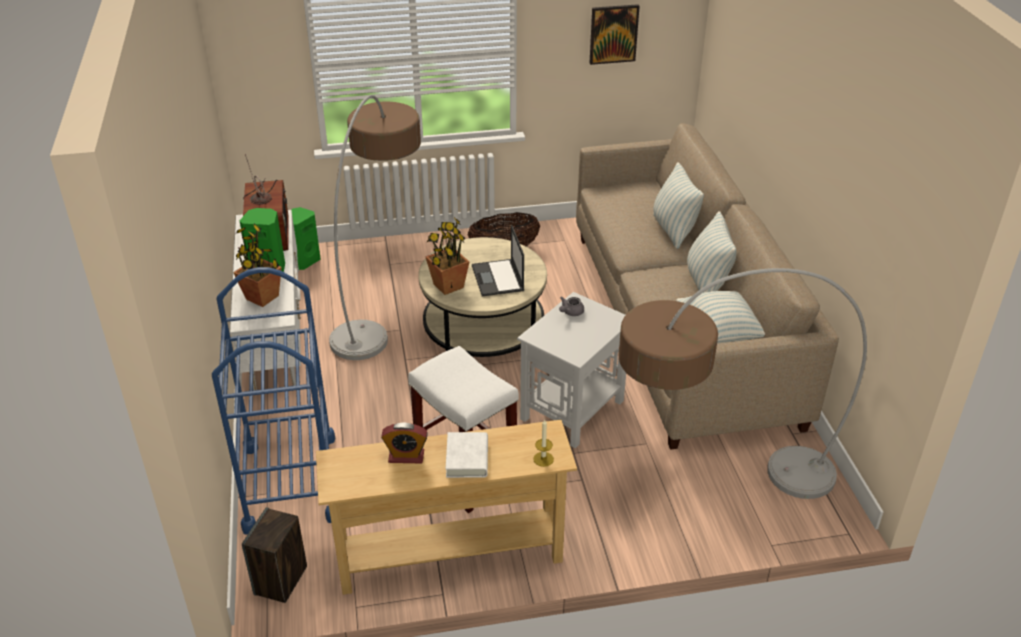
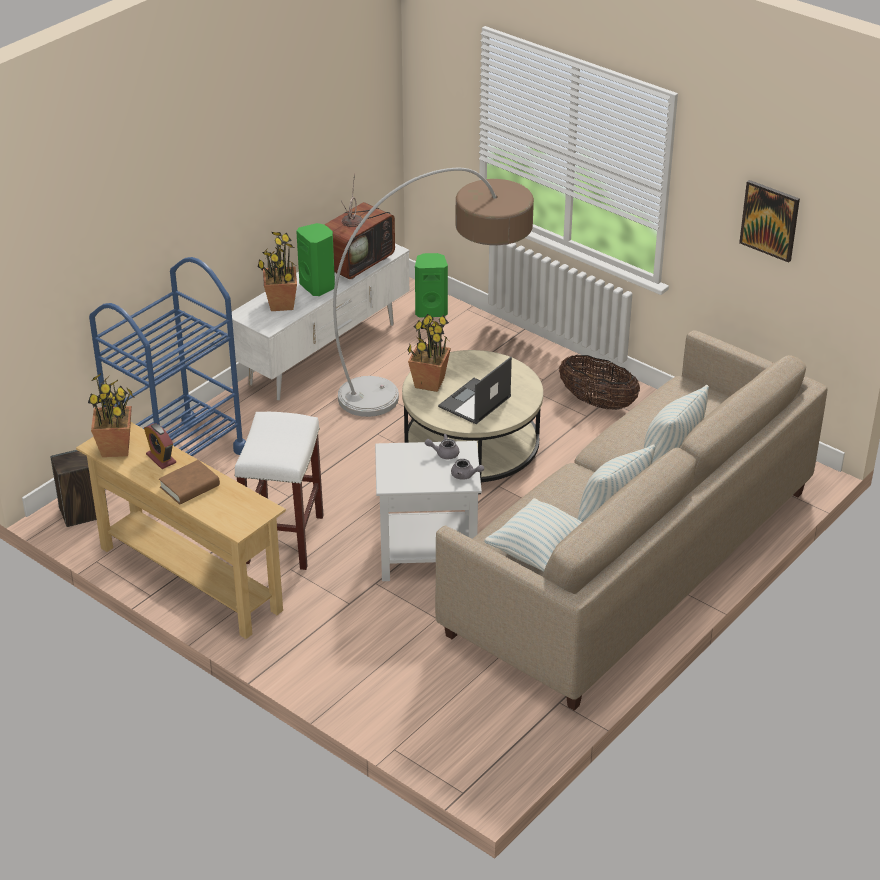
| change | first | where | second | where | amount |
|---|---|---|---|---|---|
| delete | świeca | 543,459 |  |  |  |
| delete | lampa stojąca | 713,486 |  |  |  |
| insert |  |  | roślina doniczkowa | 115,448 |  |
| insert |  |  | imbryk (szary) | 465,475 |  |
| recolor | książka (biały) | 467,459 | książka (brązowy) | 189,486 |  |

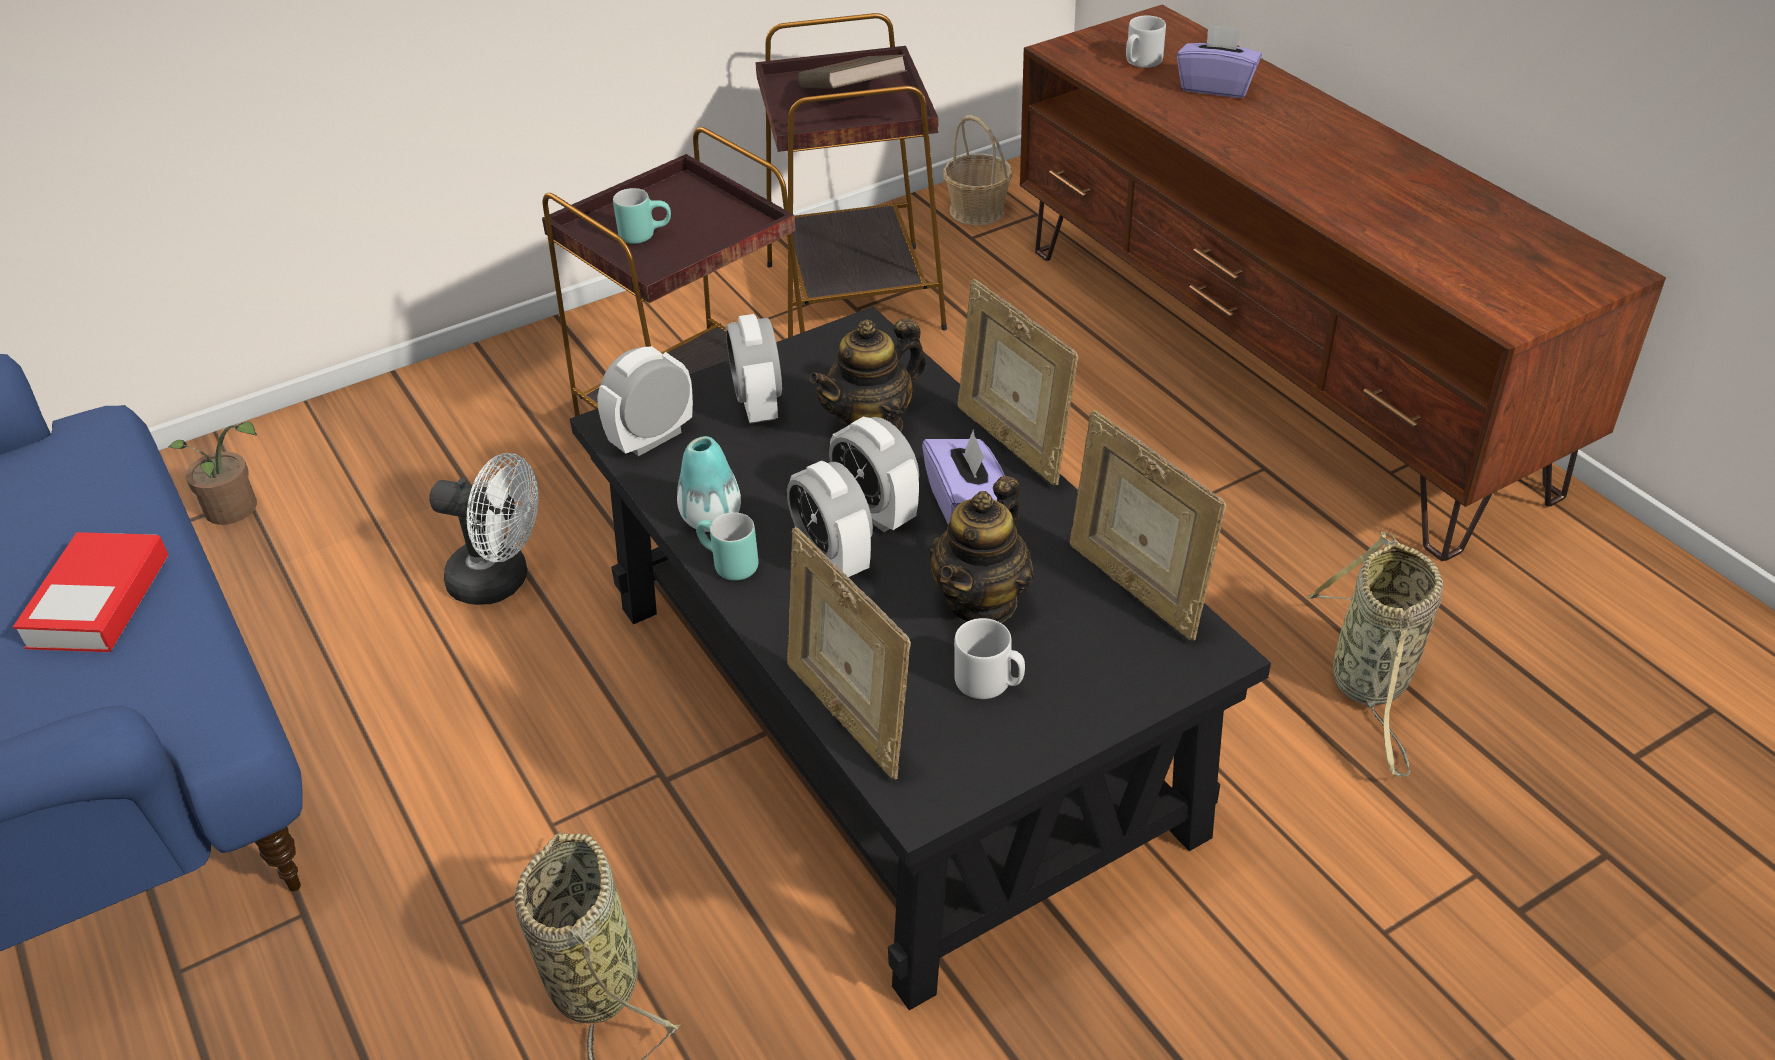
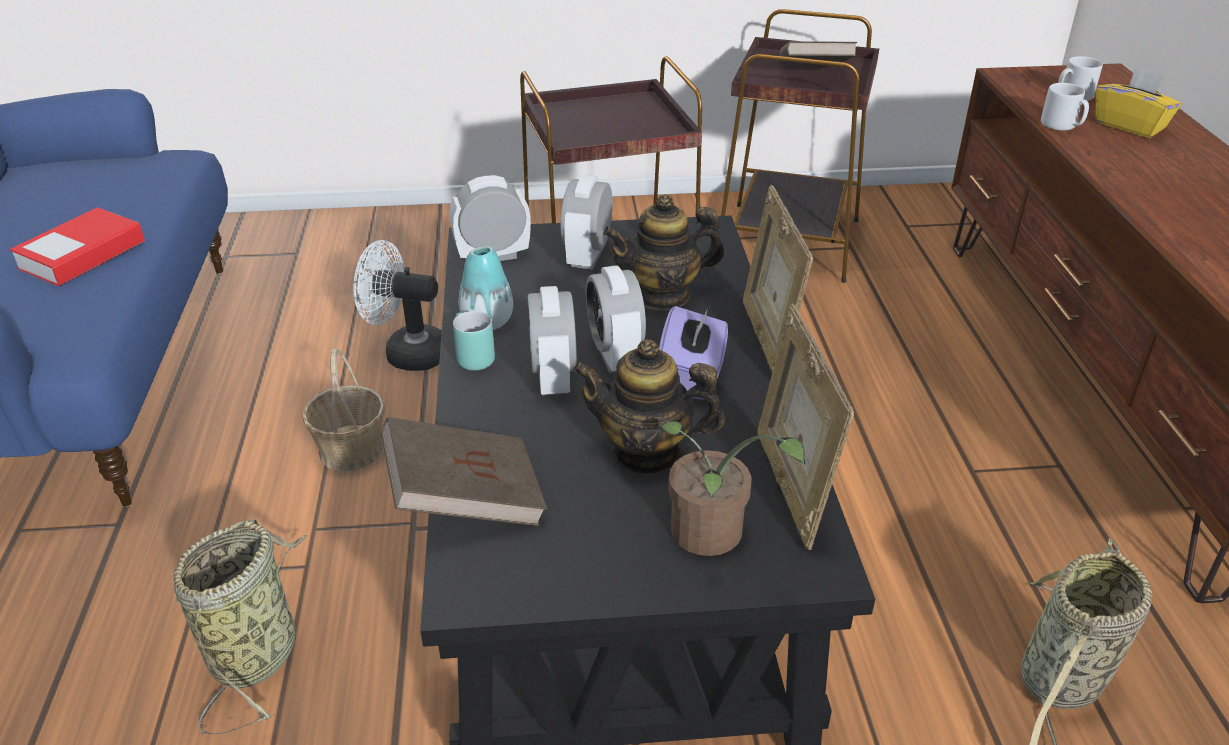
| change | first | where | second | where | amount |
|---|---|---|---|---|---|
| delete | kubek (turkusowy) | 645,234 |  |  |  |
| move | roślina doniczkowa | 235,511 |  | 711,537 |  |
| move | koszyk | 977,211 |  | 350,450 |  |
| move | kubek (szary) | 989,682 |  | 1061,125 |  |
| replace | ramka na zdjęcie | 848,715 | książka (brązowy) | 465,499 |  |
| recolor | pudełko chusteczek (fioletowy) | 1216,87 | pudełko chusteczek (żółty) | 1130,126 |  |
| rotate | wentylator (biały) | 501,581 |  | 407,353 | 150 degrees clockwise |
| rotate | imbryk | 982,602 |  | 646,452 | 45 degrees clockwise |

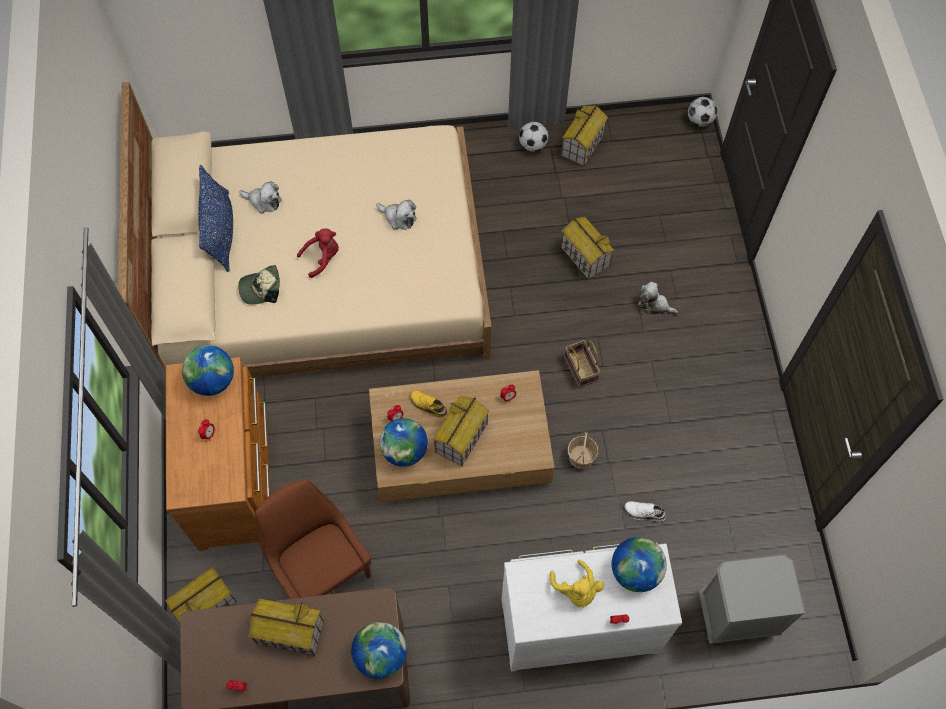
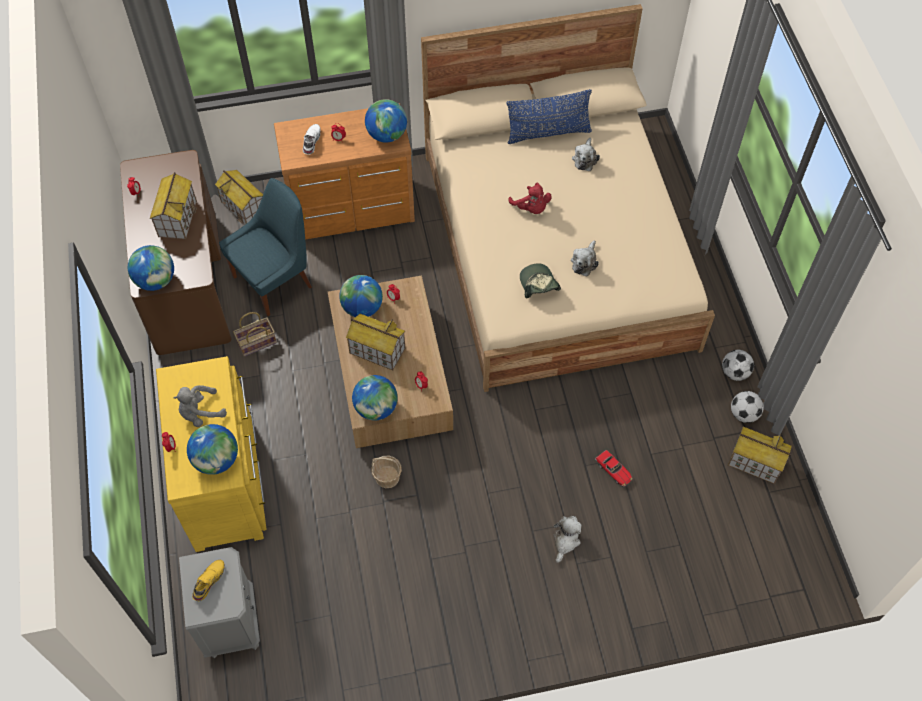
| change | first | where | second | where | amount |
|---|---|---|---|---|---|
| insert |  |  | globus | 376,408 |  |
| move | czapka z daszkiem | 261,288 |  | 538,284 |  |
| move | but (żółty) | 428,406 |  | 208,581 |  |
| move | koszyk | 582,369 |  | 256,343 |  |
| move | but (biały) | 644,513 |  | 311,141 |  |
| move | piłka futbolowa | 699,120 |  | 734,372 |  |
| replace | domek | 584,256 | samochodzik | 613,470 |  |
| recolor | krzesło (brązowy) | 321,567 | krzesło (niebieski) | 275,280 |  |
| recolor | komoda (biały) | 577,621 | komoda (żółty) | 226,481 |  |
| recolor | pluszak (żółty) | 576,590 | pluszak (szary) | 200,413 |  |

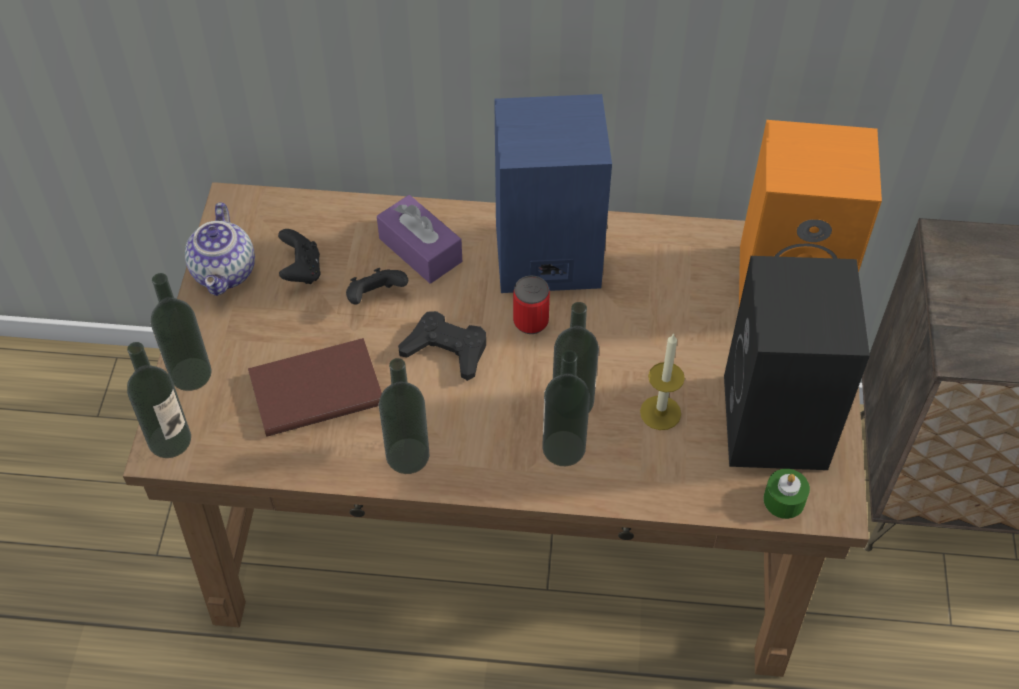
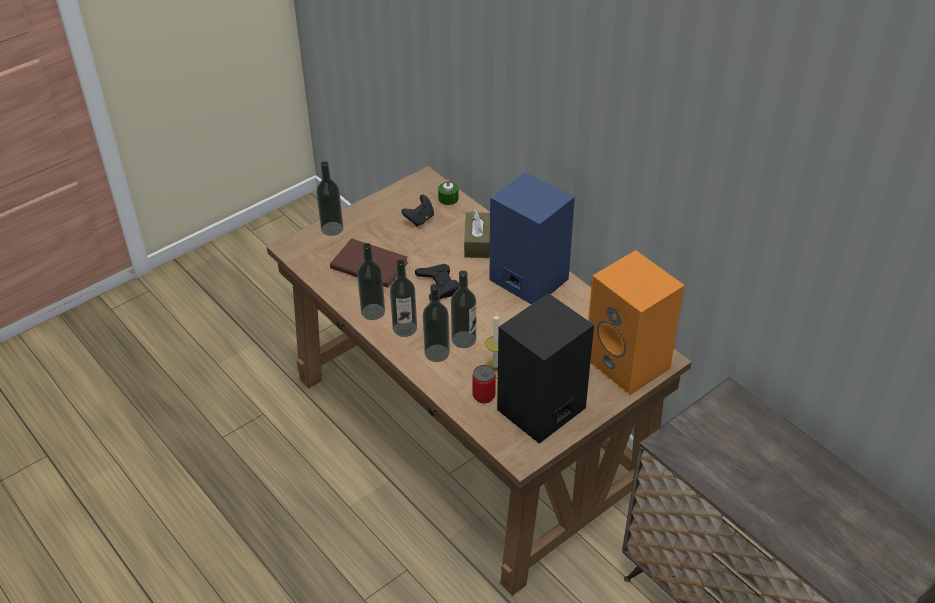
| change | first | where | second | where | amount |
|---|---|---|---|---|---|
| delete | imbryk | 226,273 |  |  |  |
| delete | pad do gier (czarny) | 375,297 |  |  |  |
| move | butelka | 170,440 |  | 404,328 |  |
| move | puszka | 530,321 |  | 483,395 |  |
| move | świeca (zielony) | 784,500 |  | 448,198 |  |
| recolor | pudełko chusteczek (fioletowy) | 420,250 | pudełko chusteczek (brązowy) | 477,242 |  |

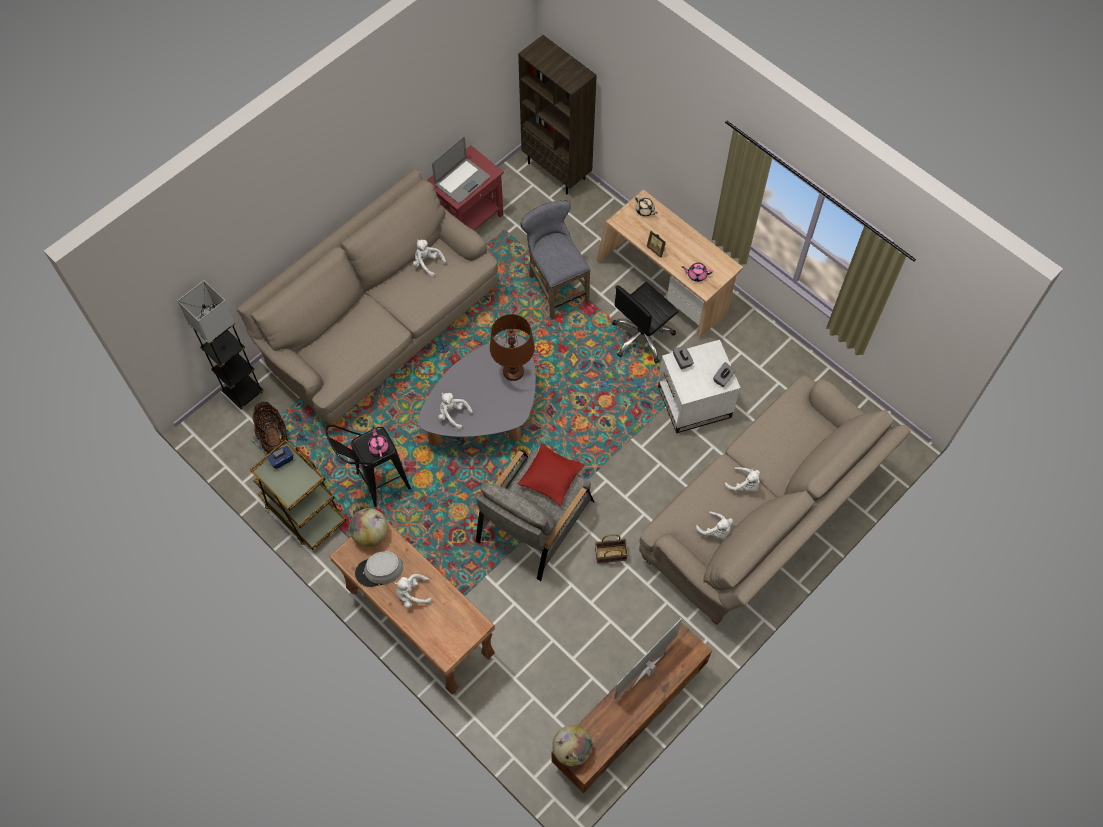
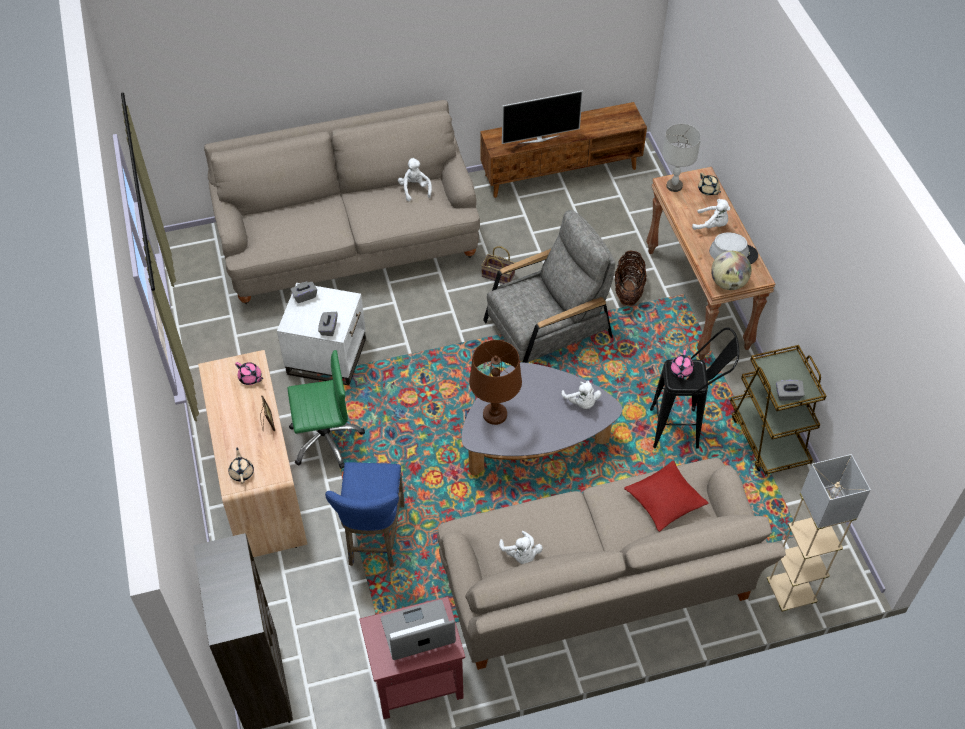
| change | first | where | second | where | amount |
|---|---|---|---|---|---|
| delete | globus | 572,750 |  |  |  |
| delete | pluszak (biały) | 744,485 |  |  |  |
| insert |  |  | lampa stołowa (szary) | 674,186 |  |
| insert |  |  | imbryk (beżowy) | 708,190 |  |
| move | koszyk | 274,437 |  | 628,291 |  |
| move | poduszka (czerwony) | 551,477 |  | 665,500 |  |
| recolor | lampa stojąca (czarny) | 243,392 | lampa stojąca (beżowy) | 790,592 |  |
| recolor | pudełko chusteczek (niebieski) | 281,460 | pudełko chusteczek (szary) | 788,395 |  |
| recolor | stołek (szary) | 555,287 | stołek (niebieski) | 374,538 |  |
| recolor | krzesło biurowe (czarny) | 642,337 | krzesło biurowe (zielony) | 325,439 |  |

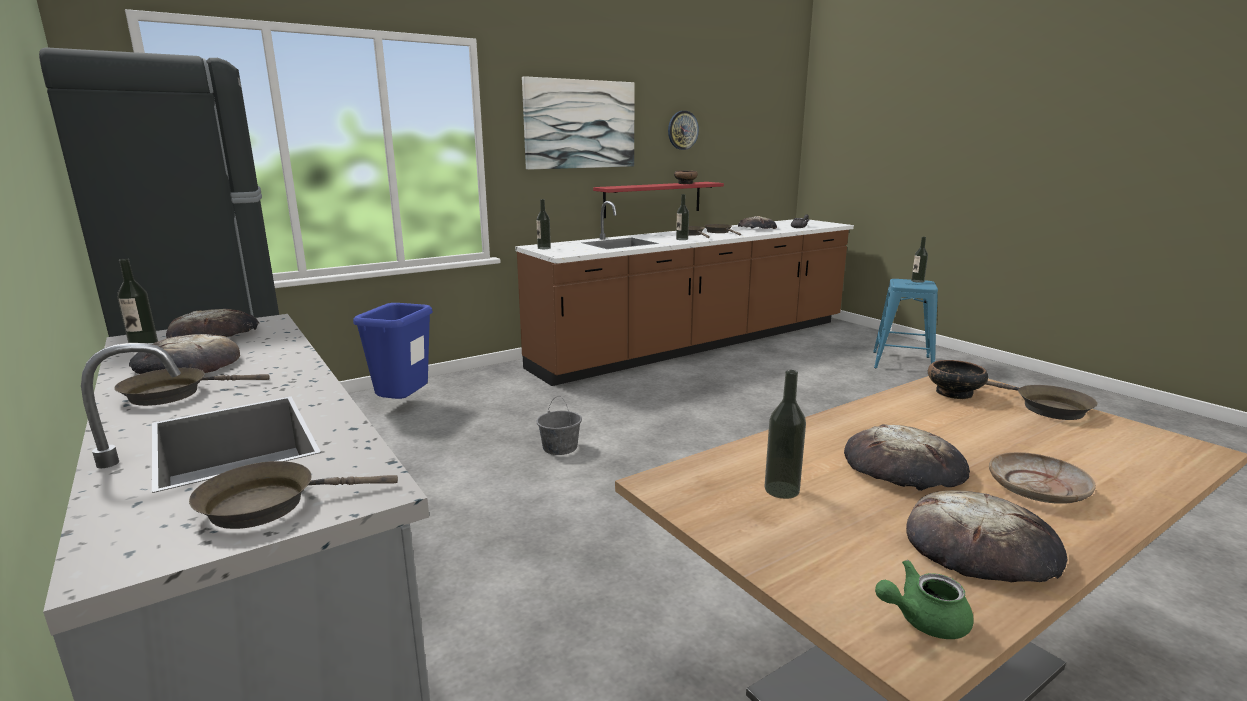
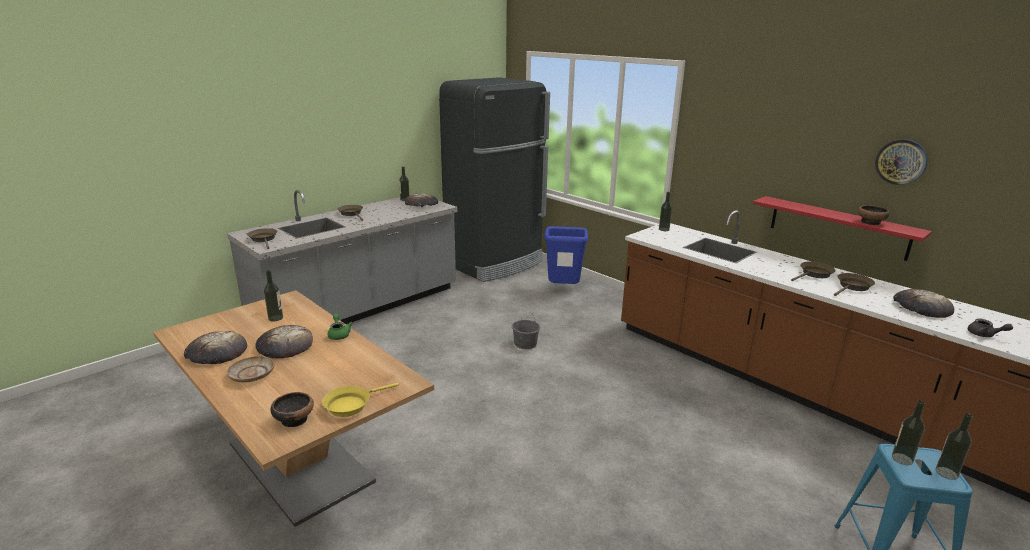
| change | first | where | second | where | amount |
|---|---|---|---|---|---|
| delete | chleb | 188,365 |  |  |  |
| delete | obraz | 580,124 |  |  |  |
| move | butelka | 682,239 |  | 902,459 |  |
| move | imbryk (zielony) | 922,620 |  | 339,334 |  |
| move | miska | 953,393 |  | 294,419 |  |
| recolor | patelnia (brązowy) | 1046,408 | patelnia (żółty) | 351,404 |  |

